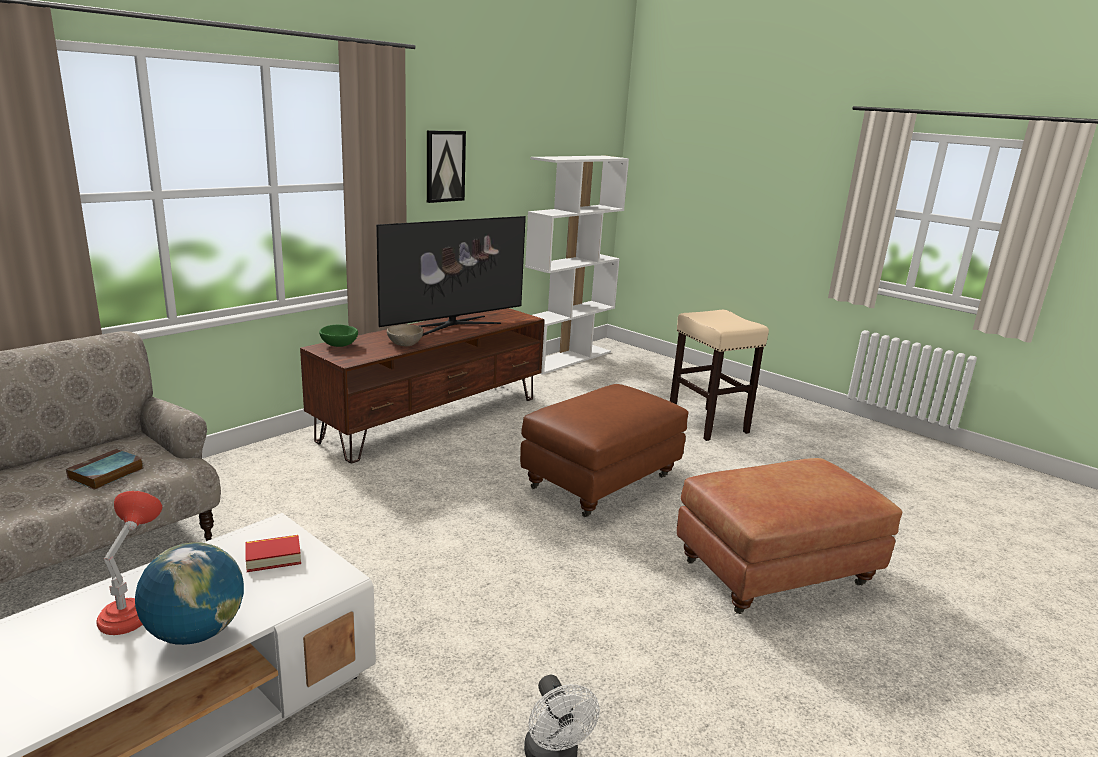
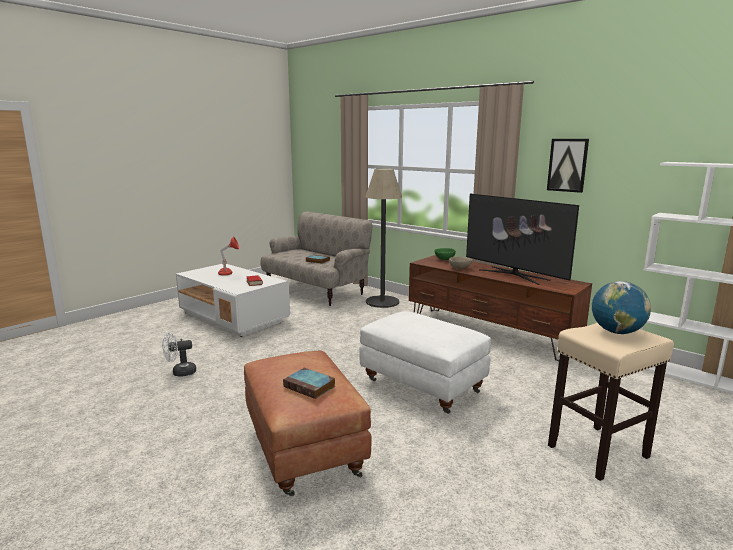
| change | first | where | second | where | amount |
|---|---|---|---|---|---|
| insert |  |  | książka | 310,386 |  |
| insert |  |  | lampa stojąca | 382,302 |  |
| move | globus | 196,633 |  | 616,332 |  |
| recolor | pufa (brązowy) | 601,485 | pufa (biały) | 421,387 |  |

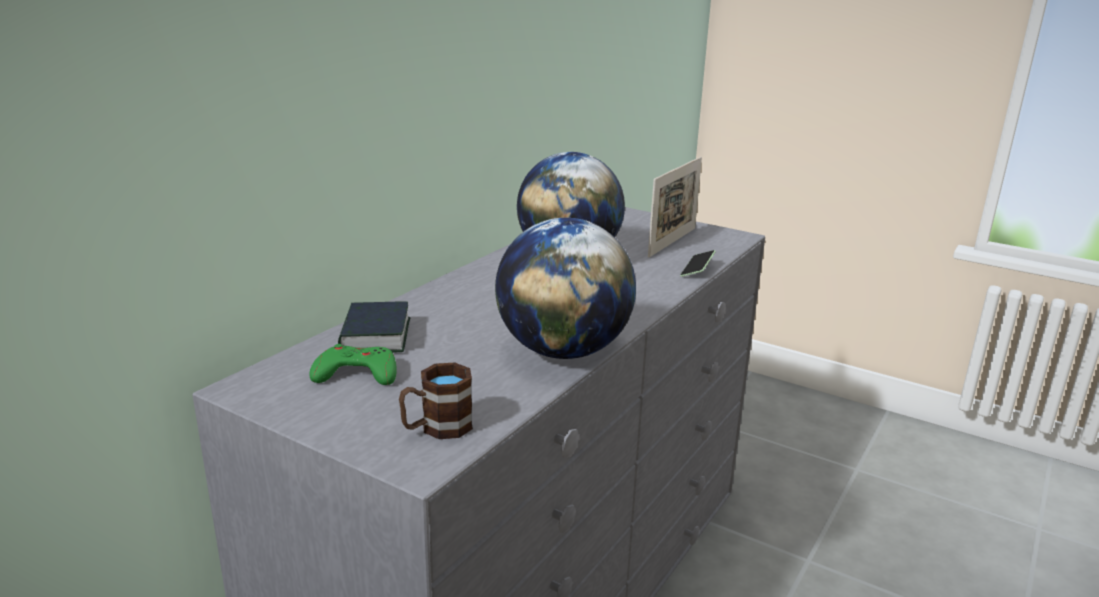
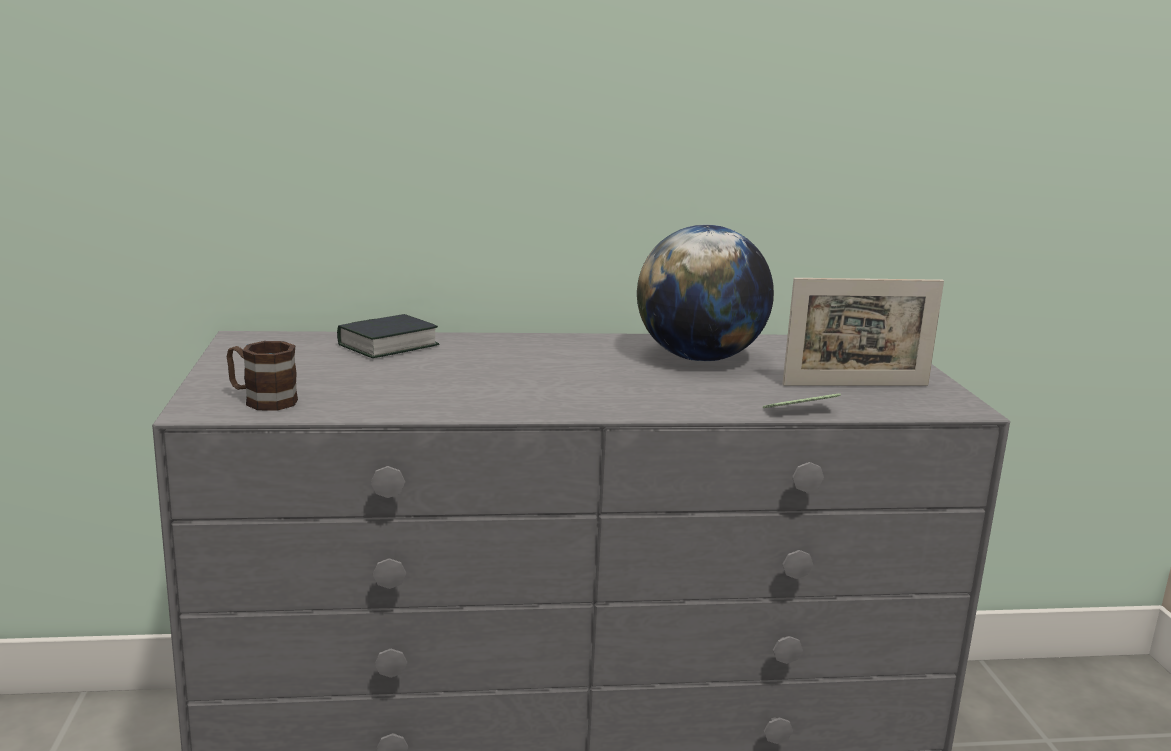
| change | first | where | second | where | amount |
|---|---|---|---|---|---|
| delete | pad do gier (zielony) | 356,373 |  |  |  |
| delete | globus | 563,351 |  |  |  |

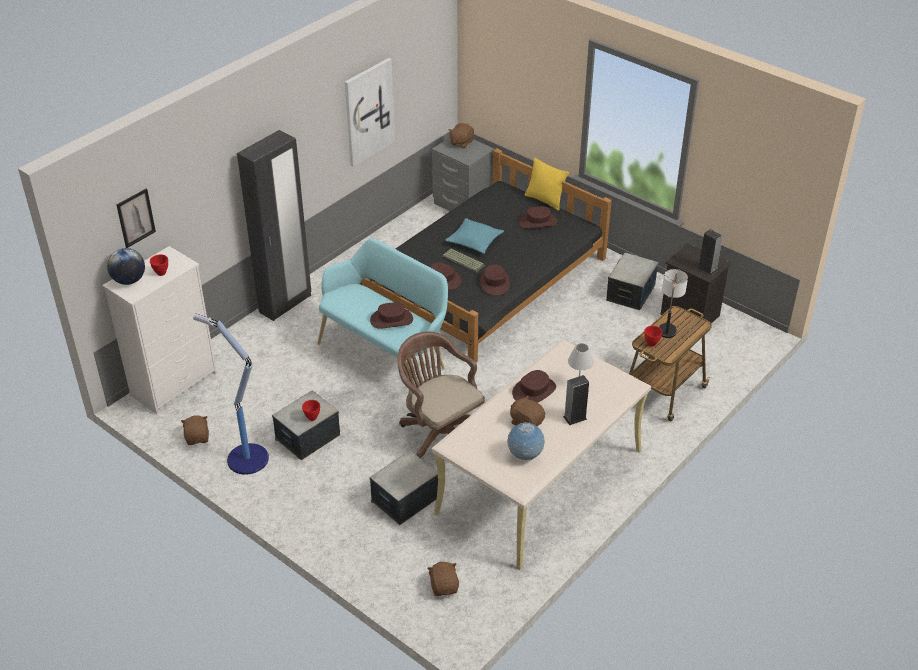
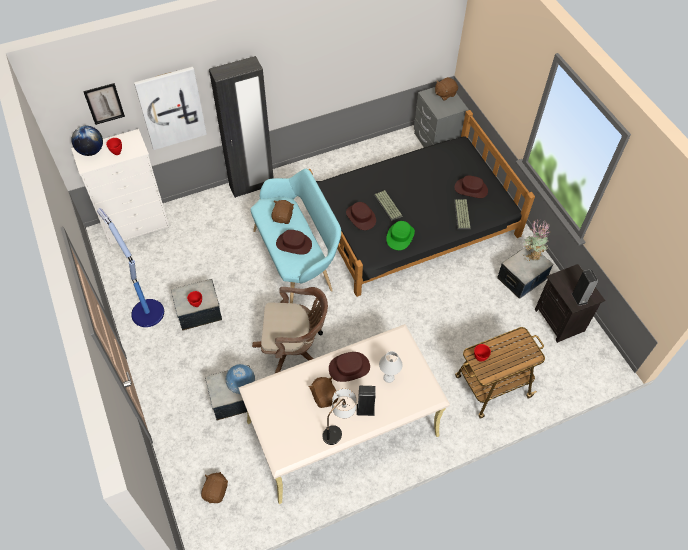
| change | first | where | second | where | amount |
|---|---|---|---|---|---|
| delete | poduszka (turkusowy) | 474,241 |  |  |  |
| delete | poduszka (żółty) | 545,200 |  |  |  |
| insert |  |  | klawiatura | 462,215 |  |
| insert |  |  | roślina doniczkowa | 531,254 |  |
| move | pluszak (brązowy) | 197,438 |  | 283,217 |  |
| move | obraz | 368,111 |  | 171,108 |  |
| move | globus | 525,455 |  | 241,386 |  |
| move | lampa stołowa | 668,325 |  | 338,428 |  |
| recolor | kapelusz (brązowy) | 494,283 | kapelusz (zielony) | 400,236 |  |
| rotate | krzesło biurowe (brązowy) | 439,433 |  | 294,349 | 105 degrees clockwise |

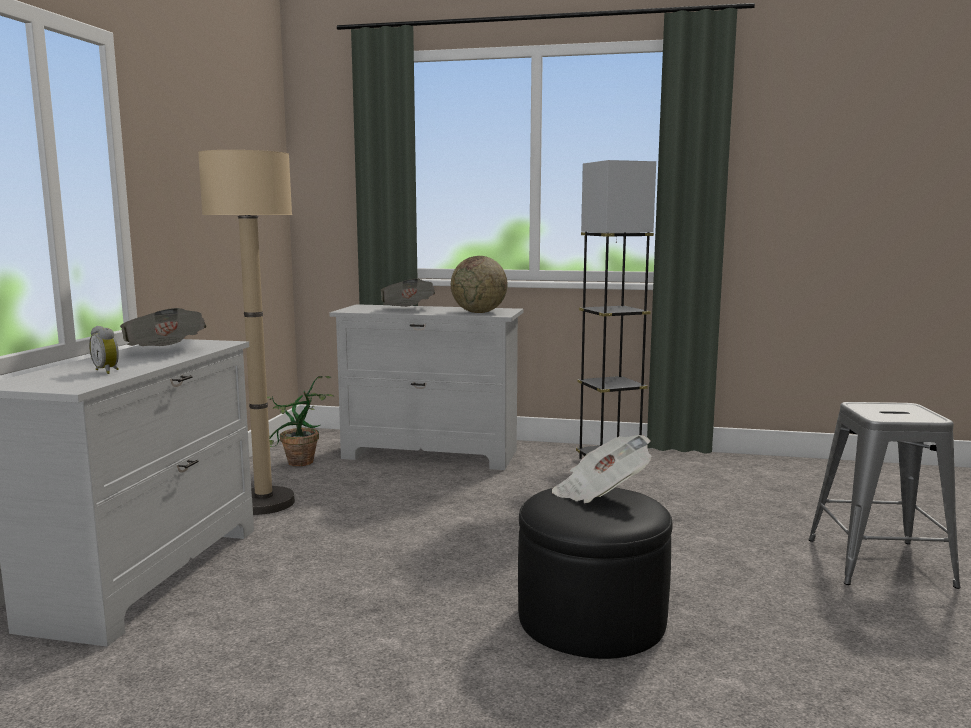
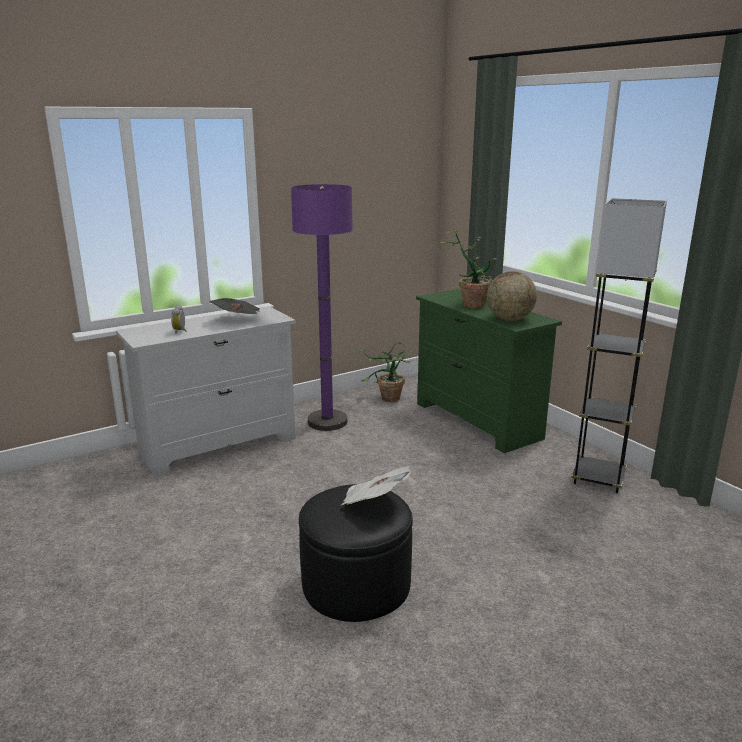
| change | first | where | second | where | amount |
|---|---|---|---|---|---|
| delete | stołek (szary) | 879,562 |  |  |  |
| replace | gazeta | 407,309 | roślina doniczkowa | 471,304 |  |
| recolor | lampa stojąca (beżowy) | 264,503 | lampa stojąca (fioletowy) | 327,422 |  |
| recolor | komoda (biały) | 431,454 | komoda (zielony) | 477,421 |  |

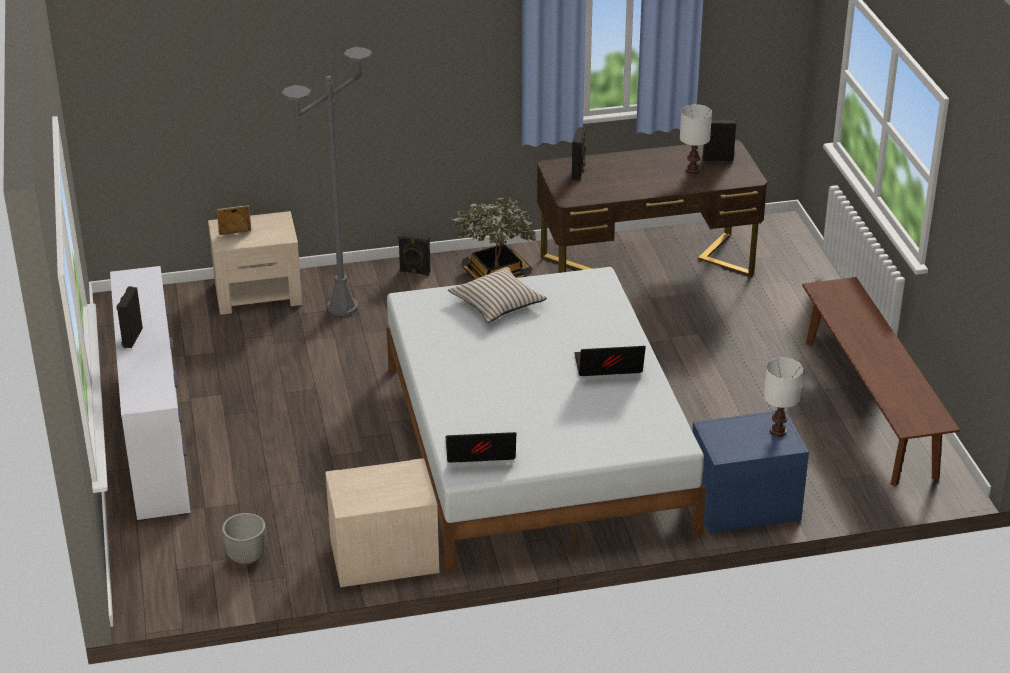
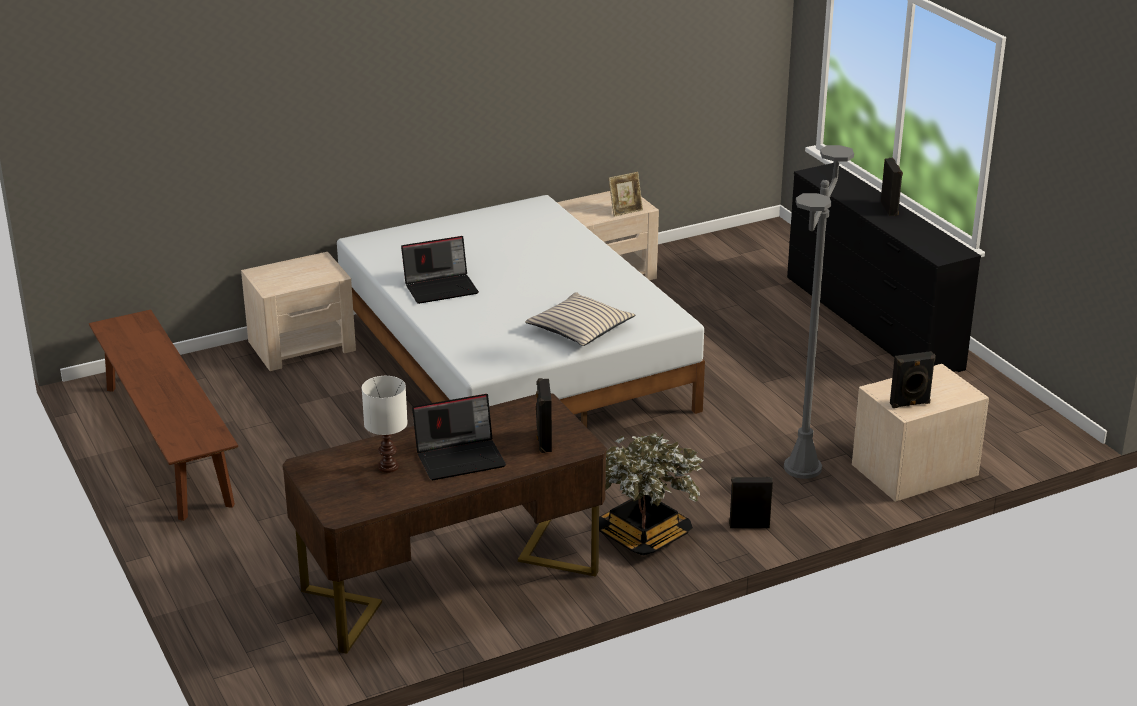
| change | first | where | second | where | amount |
|---|---|---|---|---|---|
| delete | donica | 246,557 |  |  |  |
| delete | lampa stołowa (biały) | 778,431 |  |  |  |
| move | ramka na zdjęcie | 235,235 |  | 625,211 |  |
| move | laptop | 479,453 |  | 461,457 |  |
| move | głośnik (czarny) | 717,158 |  | 910,404 |  |
| recolor | komoda (biały) | 157,439 | komoda (czarny) | 871,322 |  |
| recolor | szafka nocna (niebieski) | 743,504 | szafka nocna (beżowy) | 302,346 |  |

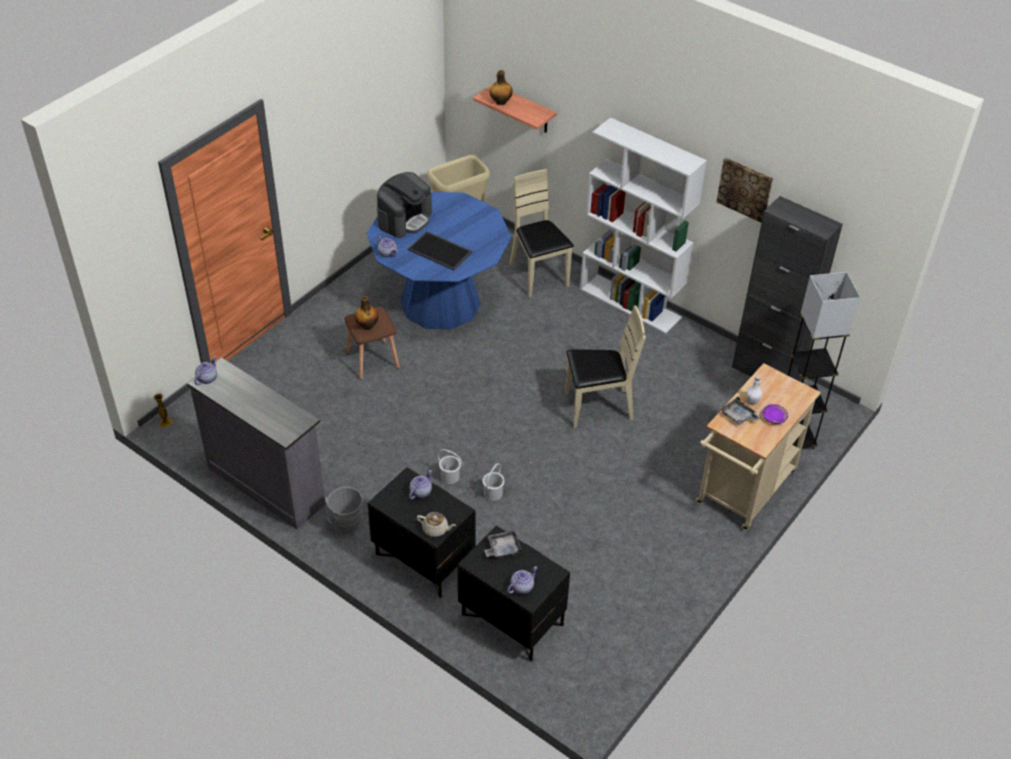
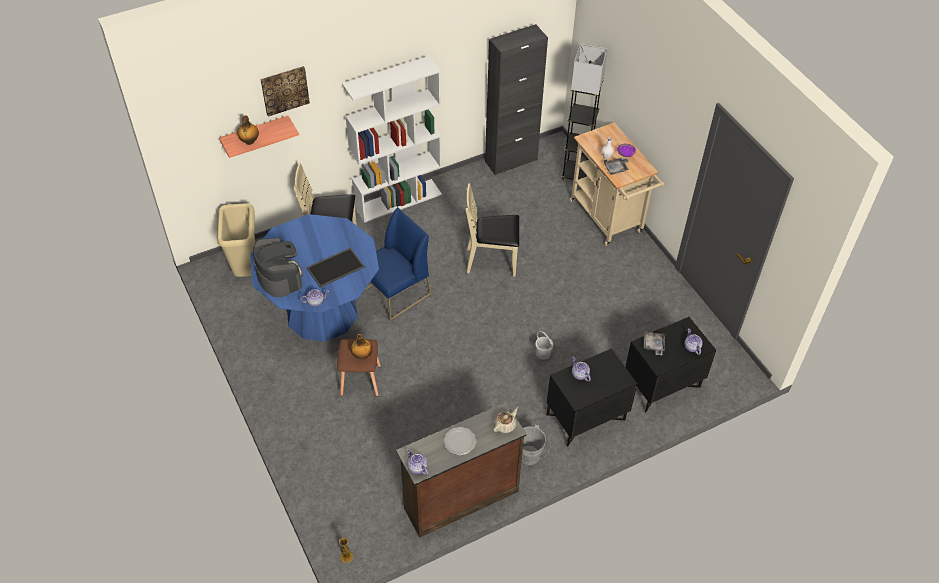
| change | first | where | second | where | amount |
|---|---|---|---|---|---|
| delete | wiadro (biały) | 450,477 |  |  |  |
| insert |  |  | krzesło (niebieski) | 396,293 |  |
| insert |  |  | talerz | 459,442 |  |
| move | imbryk (beżowy) | 435,529 |  | 505,425 |  |
| move | obraz | 745,189 |  | 284,90 |  |
| recolor | komoda (szary) | 267,484 | komoda (brązowy) | 460,498 |  |
| rotate | krzesło (beżowy) | 598,407 |  | 492,261 | 105 degrees counterclockwise |

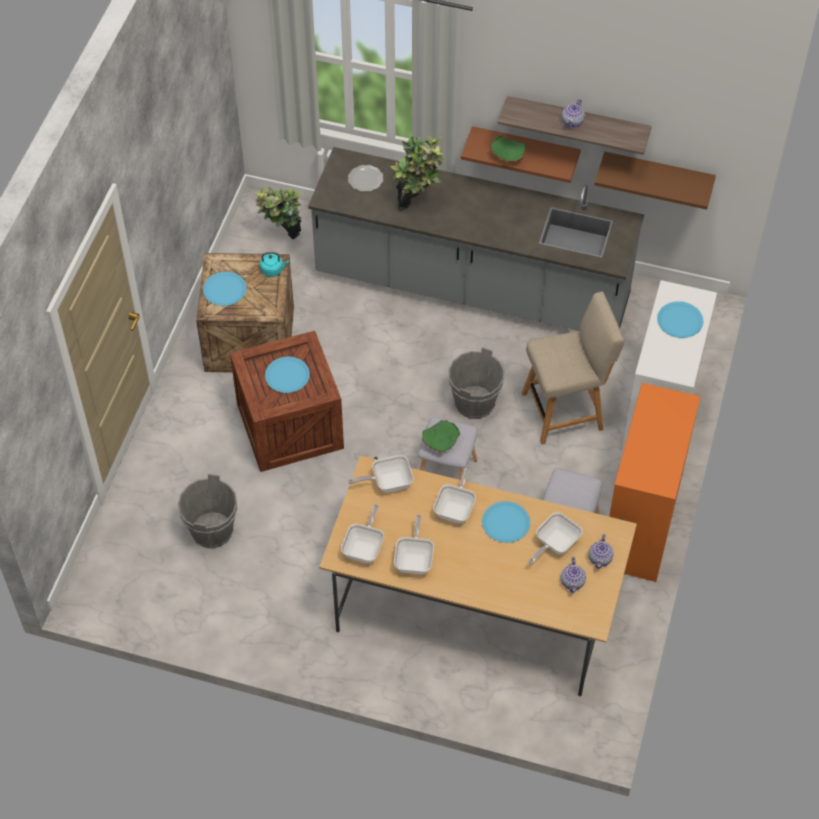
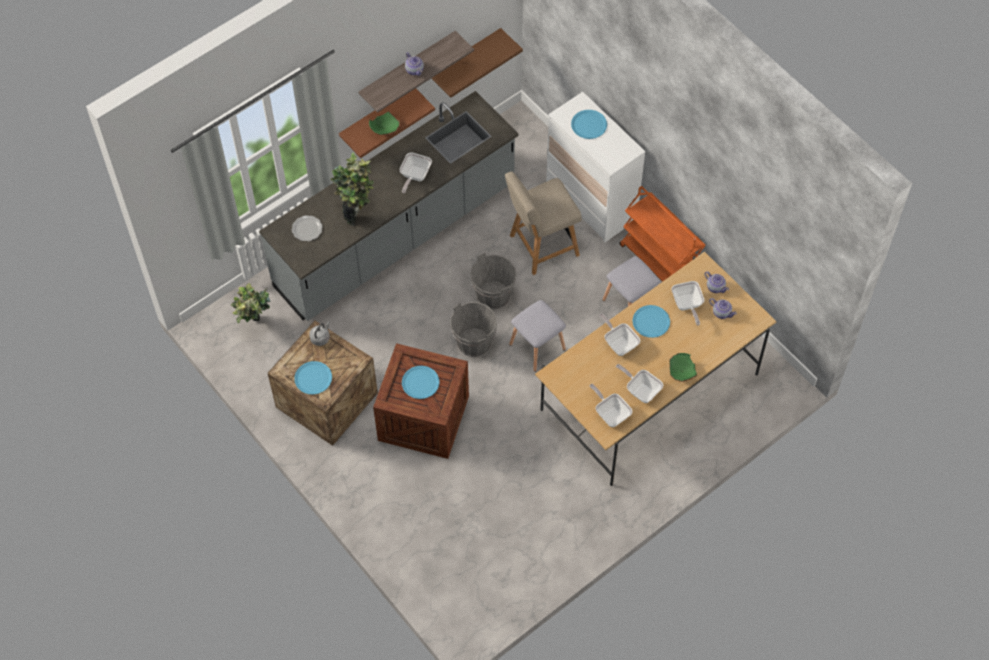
| change | first | where | second | where | amount |
|---|---|---|---|---|---|
| move | wiadro (szary) | 212,531 |  | 474,343 |  |
| move | patelnia | 387,482 |  | 414,176 |  |
| move | miska (zielony) | 440,442 |  | 681,372 |  |
| replace | komoda (pomarańczowy) | 640,525 | wózek (pomarańczowy) | 660,263 |  |
| recolor | czajnik (turkusowy) | 273,270 | czajnik (szary) | 320,338 |  |
| rotate | krzesło (beżowy) | 566,410 |  | 541,247 | 135 degrees counterclockwise |

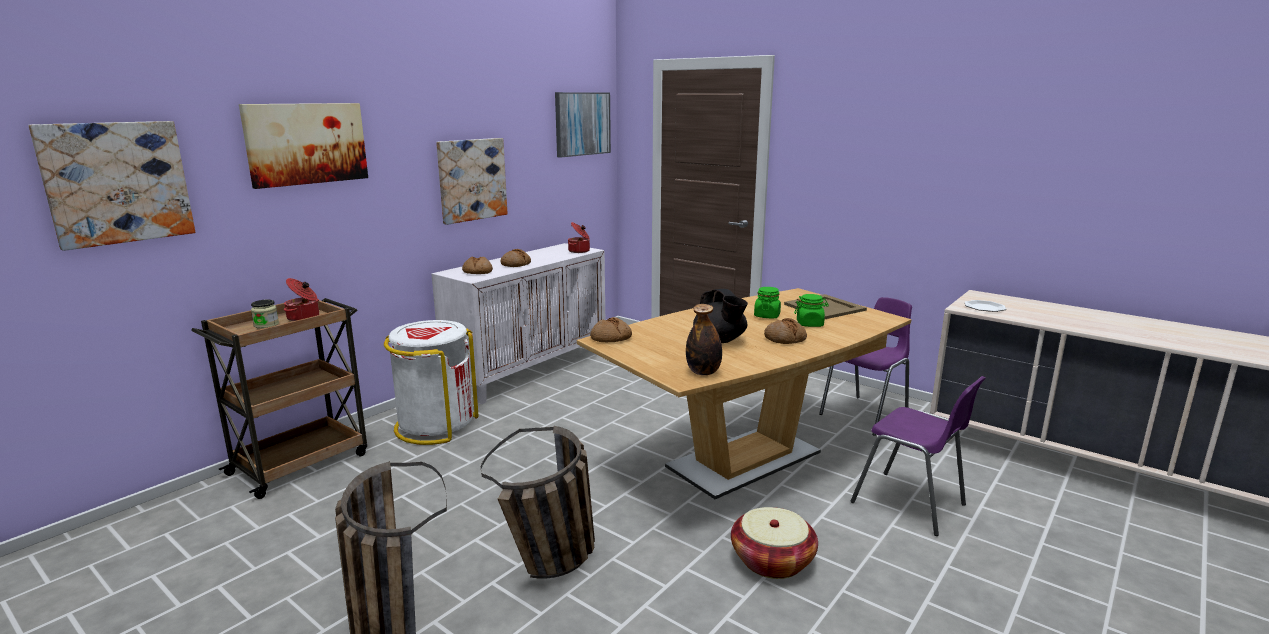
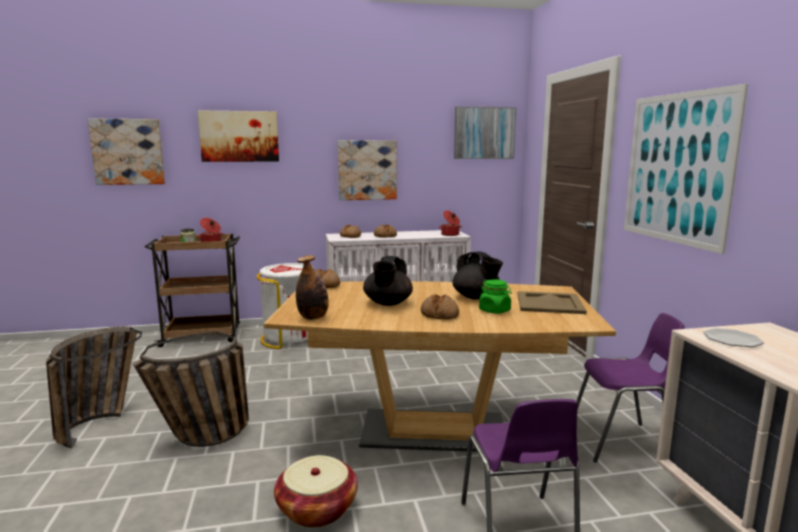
| change | first | where | second | where | amount |
|---|---|---|---|---|---|
| insert |  |  | obraz | 677,168 |  |
| replace | słoik (zielony) | 767,316 | imbryk (czarny) | 476,297 |  |

